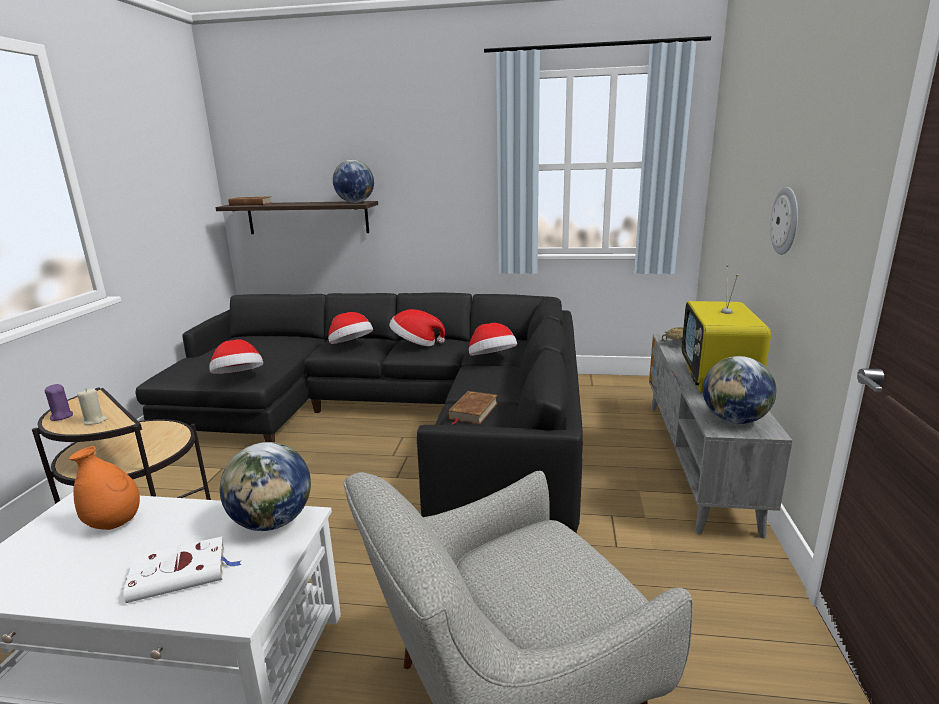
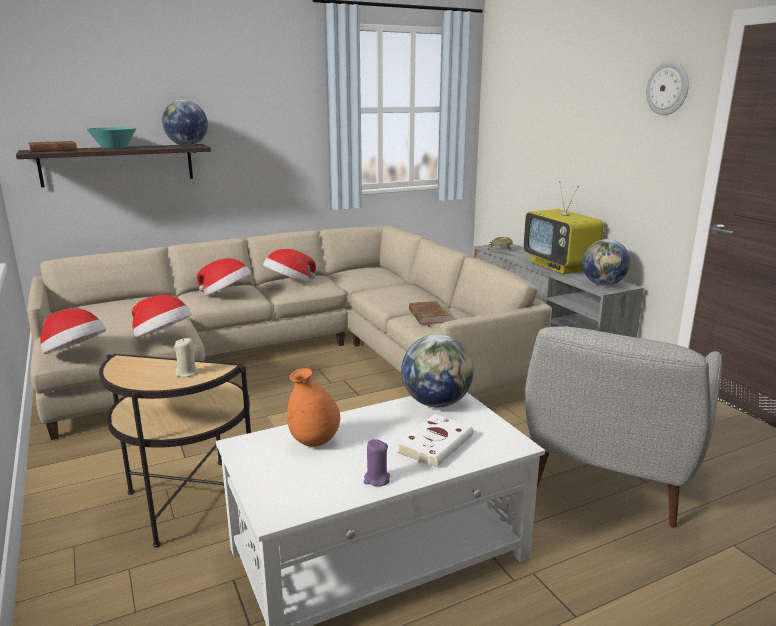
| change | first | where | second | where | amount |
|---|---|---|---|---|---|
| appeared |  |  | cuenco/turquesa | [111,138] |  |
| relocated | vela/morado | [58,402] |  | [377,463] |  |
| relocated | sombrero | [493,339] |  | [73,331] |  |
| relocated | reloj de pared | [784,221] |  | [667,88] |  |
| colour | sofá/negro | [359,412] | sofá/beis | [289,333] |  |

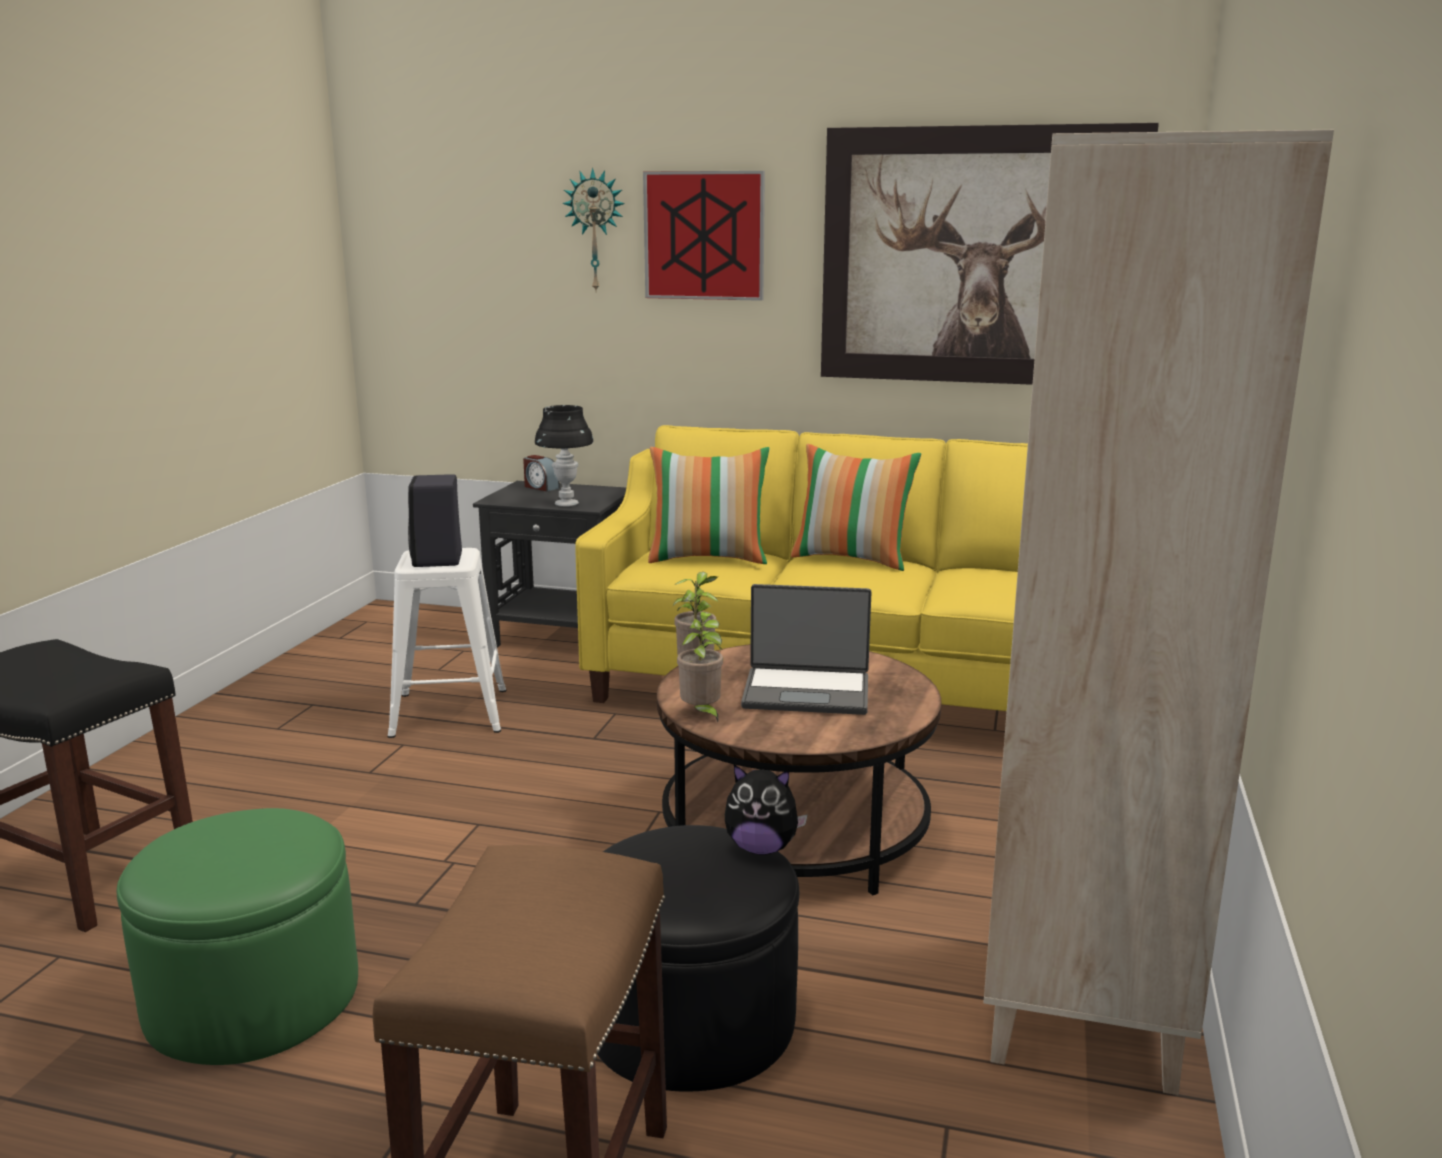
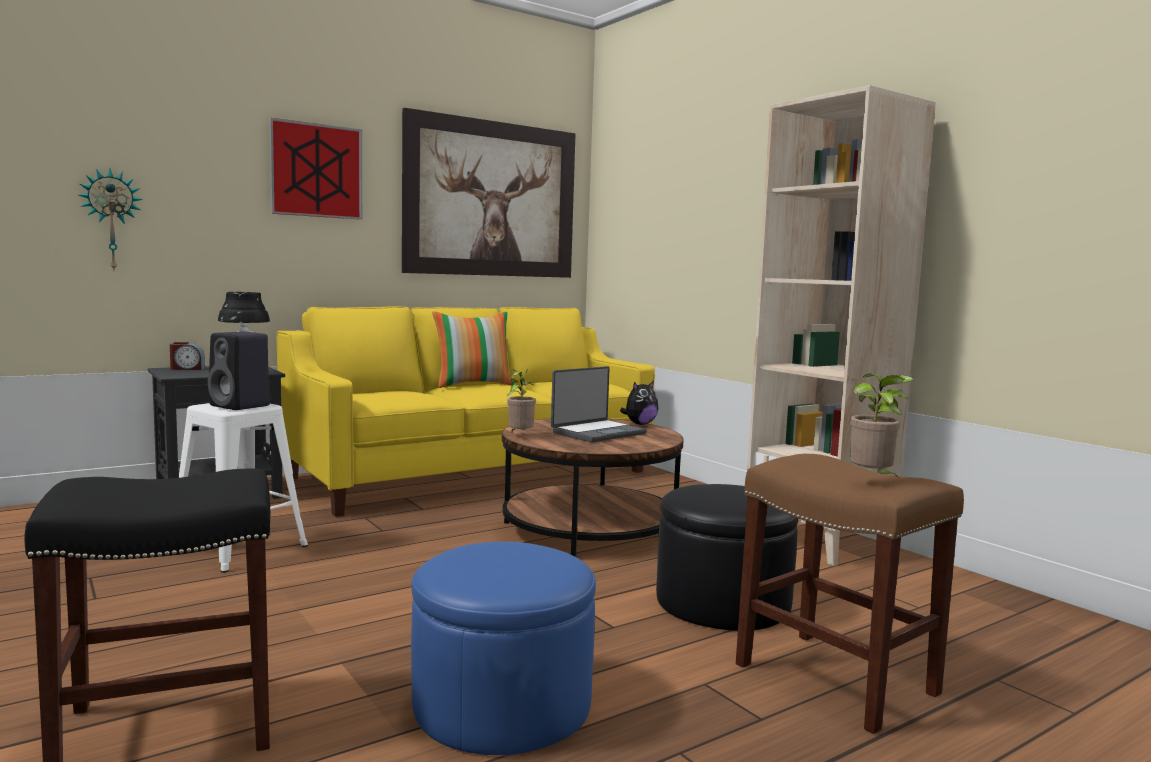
| change | first | where | second | where | amount |
|---|---|---|---|---|---|
| missing | cojín | [708,505] |  |  |  |
| relocated | reloj de pared | [593,229] |  | [111,219] |  |
| relocated | planta en maceta | [700,667] |  | [882,425] |  |
| relocated | peluche | [766,809] |  | [639,403] |  |
| colour | puf/verde | [237,936] | puf/azul | [503,648] |  |

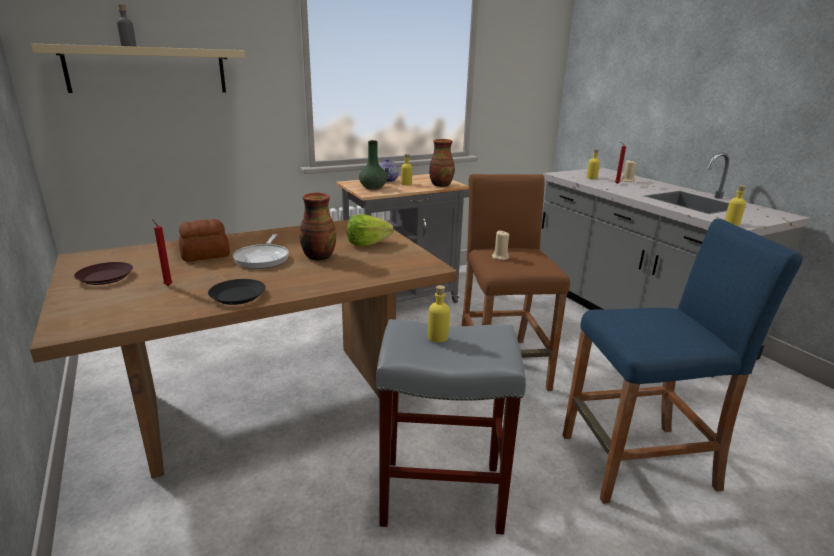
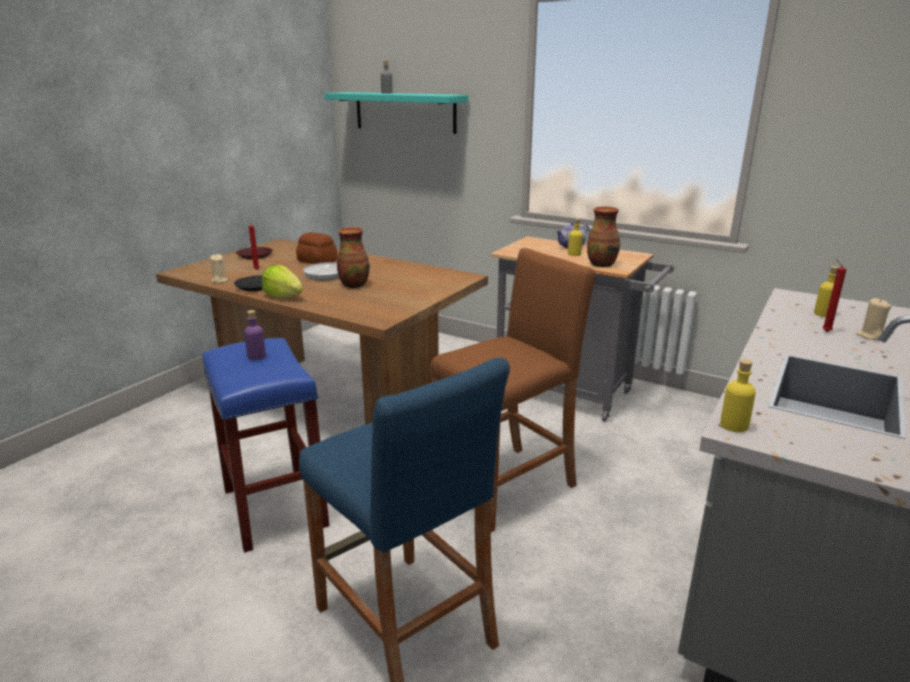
| change | first | where | second | where | amount |
|---|---|---|---|---|---|
| missing | florero/verde | [373,165] |  |  |  |
| relocated | lechuga | [370,230] |  | [282,281] |  |
| relocated | vela/beis | [500,245] |  | [219,268] |  |
| colour | estante/beis | [138,68] | estante/turquesa | [396,113] |  |
| colour | taburete/gris | [451,426] | taburete/azul | [266,445] |  |
| colour | botella/amarillo | [439,313] | botella/morado | [255,335] |  |

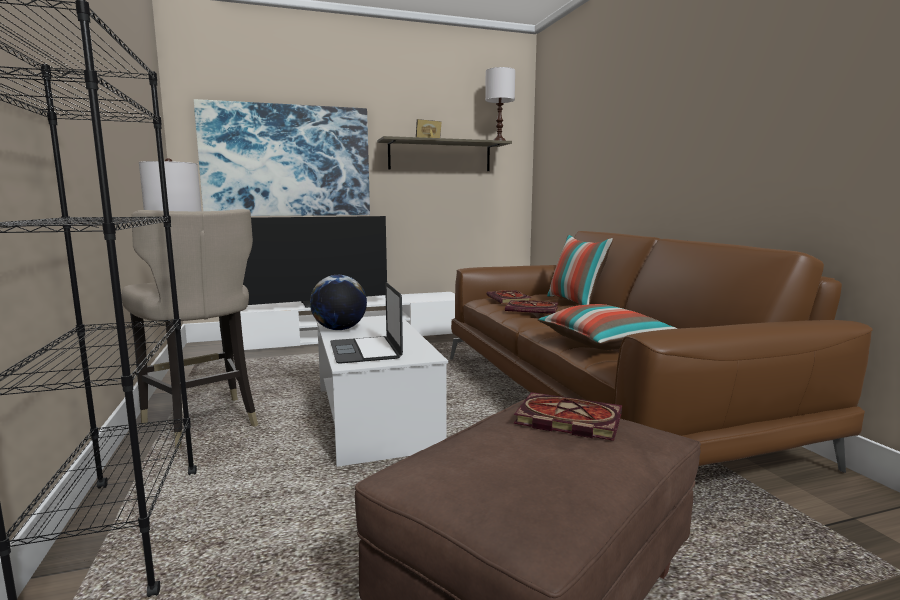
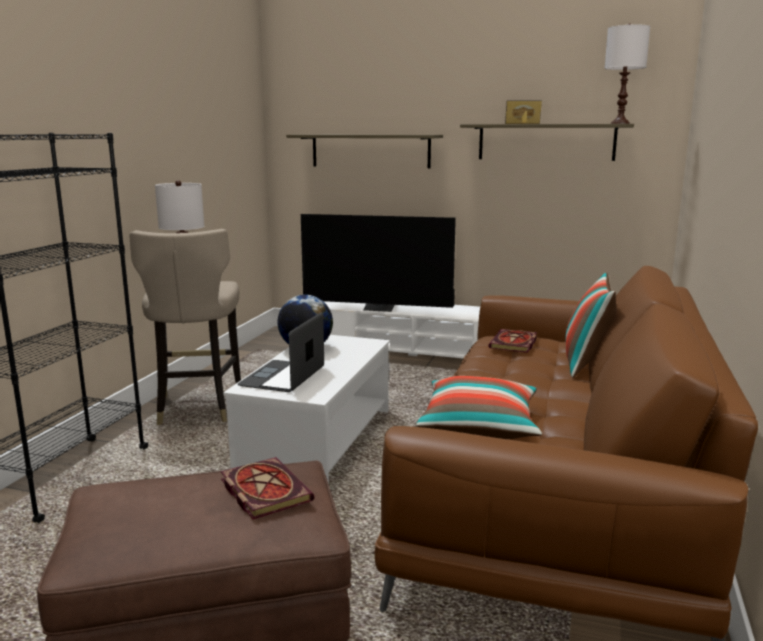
| change | first | where | second | where | amount |
|---|---|---|---|---|---|
| missing | libro | [531,307] |  |  |  |
| exchanged | cuadro | [282,157] | estante | [364,151] |  |

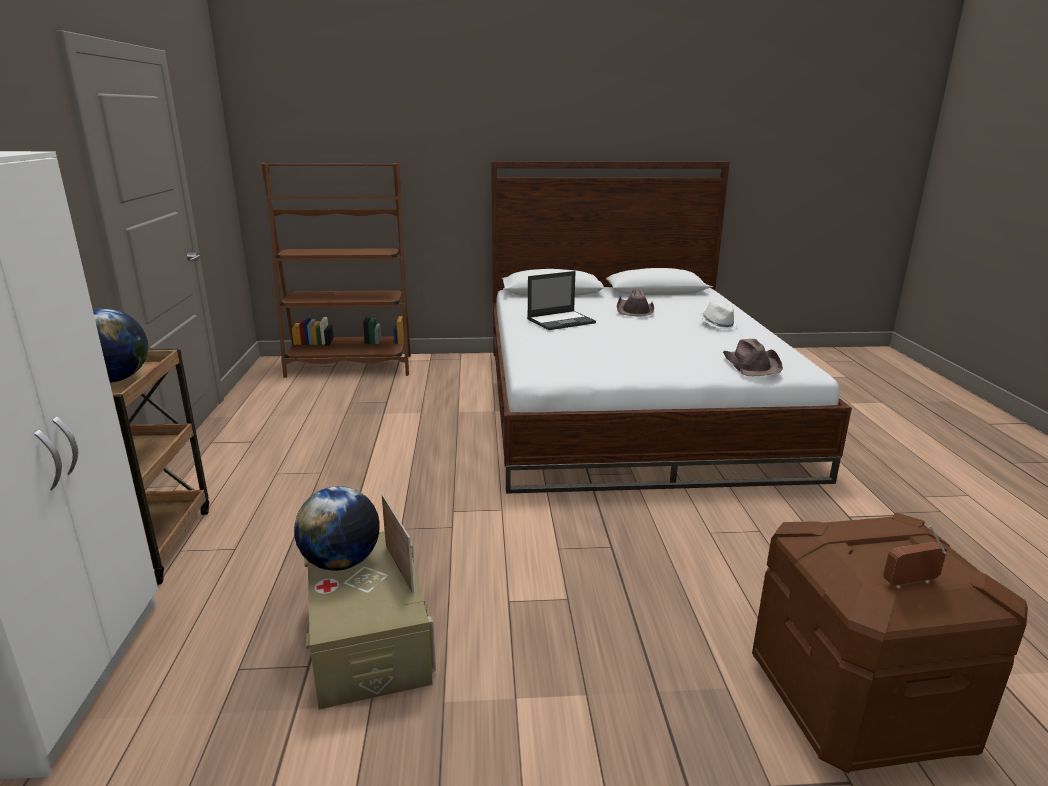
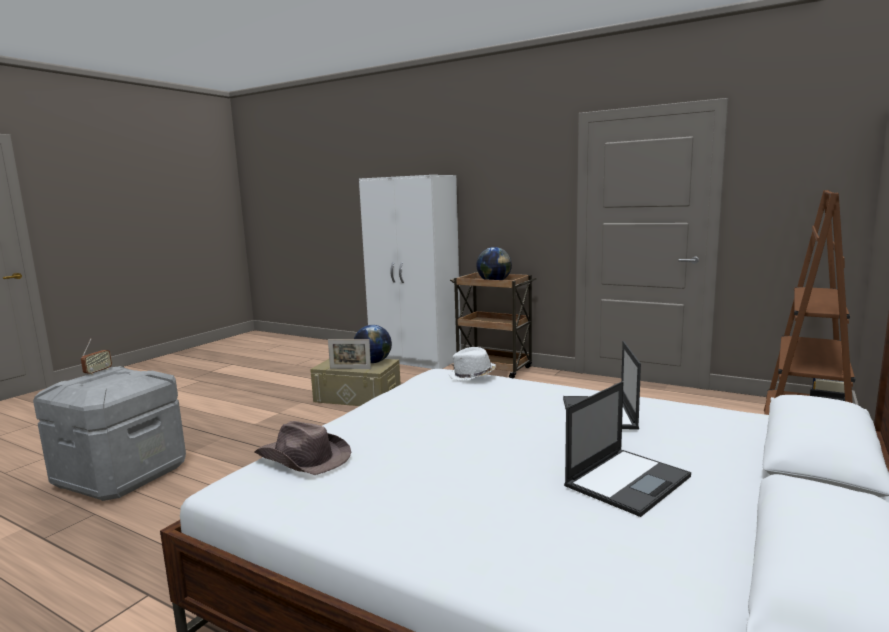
| change | first | where | second | where | amount |
|---|---|---|---|---|---|
| relocated | sombrero/blanco | [719,315] |  | [472,364] |  |
| exchanged | sombrero/marrón | [635,303] | portátil | [627,449] |  |
| colour | caja de almacenaje/marrón | [890,643] | caja de almacenaje/gris | [109,433] |  |

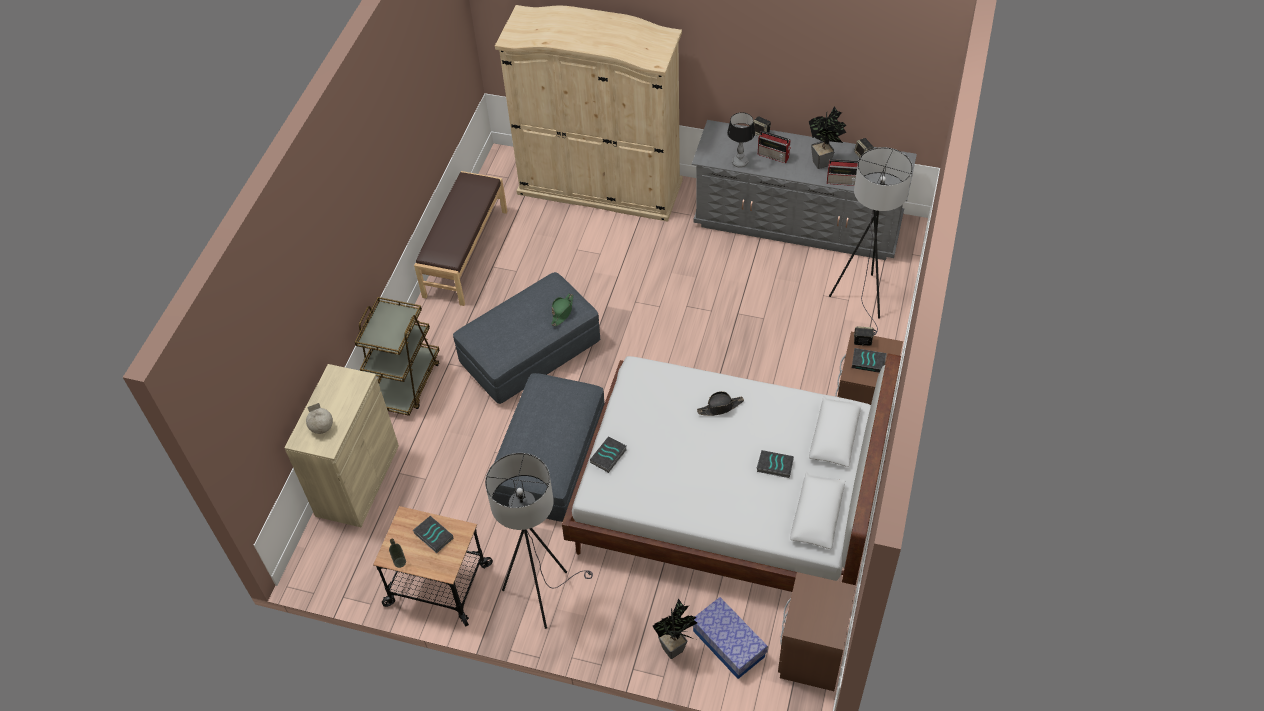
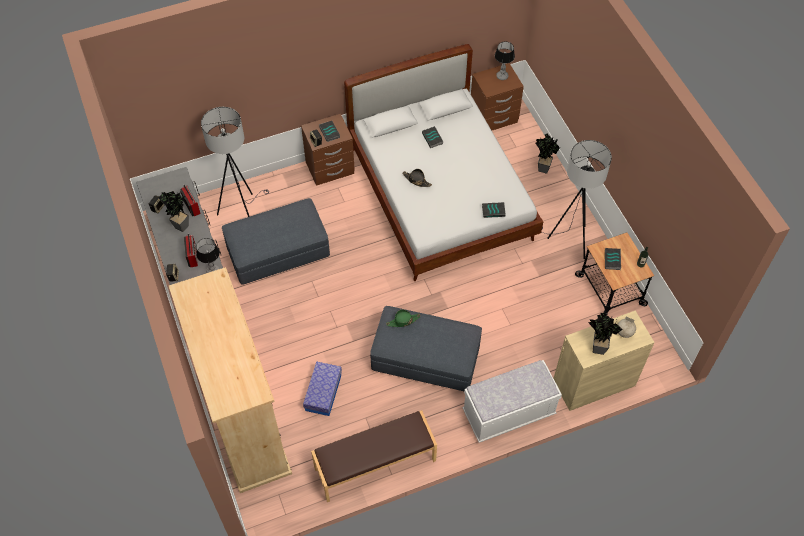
| change | first | where | second | where | amount |
|---|---|---|---|---|---|
| appeared |  |  | lámpara de mesa | [505,60] |  |
| appeared |  |  | planta en maceta | [605,334] |  |
| relocated | puf/gris | [548,447] |  | [276,241] |  |
| relocated | caja de almacenaje | [730,638] |  | [322,388] |  |
| exchanged | carrito/marrón | [397,356] | banco/blanco | [512,401] |  |

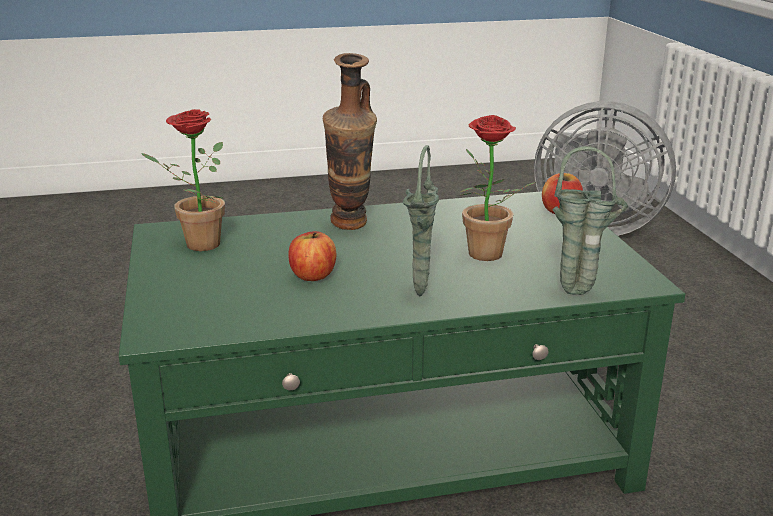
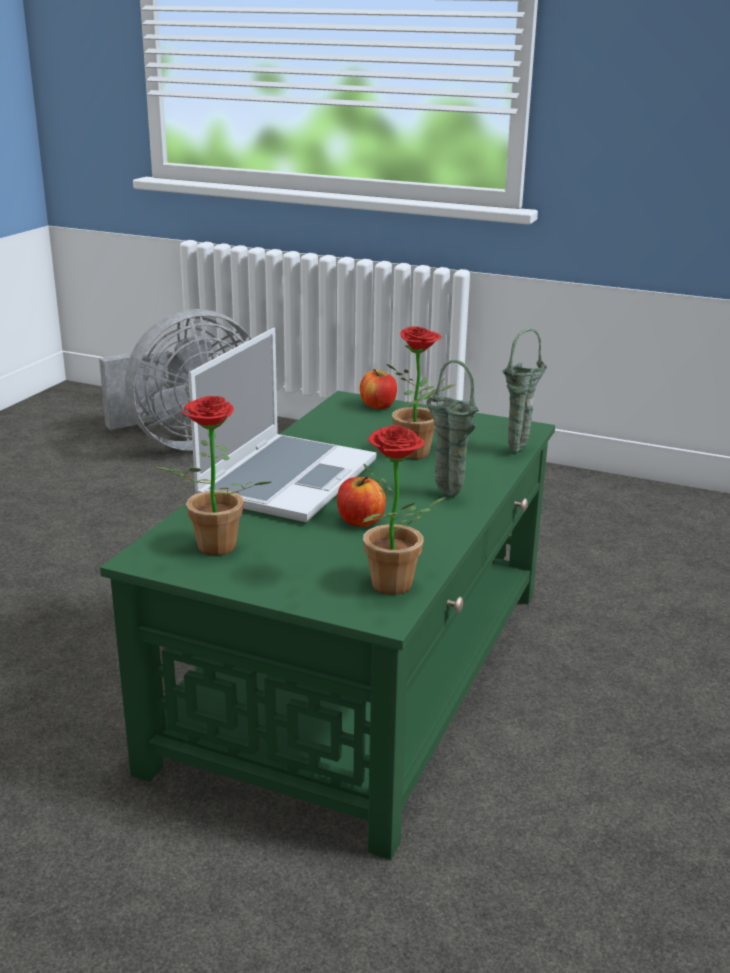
| change | first | where | second | where | amount |
|---|---|---|---|---|---|
| appeared |  |  | planta en maceta | [404,510] |  |
| exchanged | florero | [350,141] | portátil | [282,425] |  |

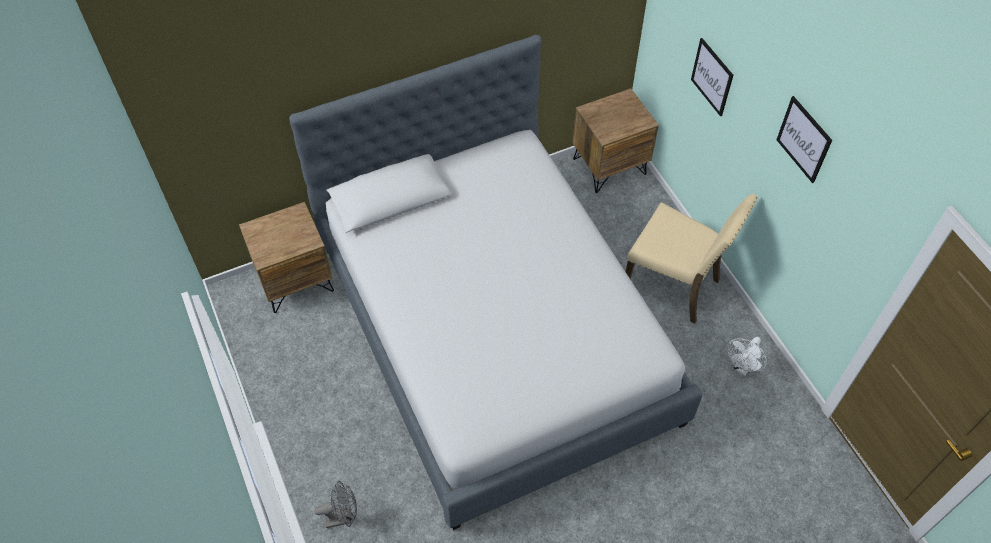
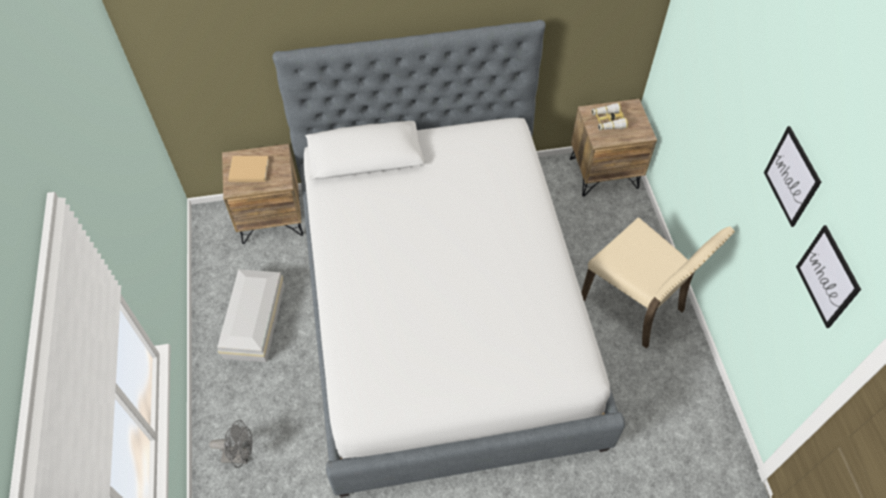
| change | first | where | second | where | amount |
|---|---|---|---|---|---|
| missing | ventilador/blanco | [747,356] |  |  |  |
| appeared |  |  | caja de almacenaje/blanco | [250,315] |  |
| appeared |  |  | libro/beis | [248,169] |  |
| appeared |  |  | prismáticos | [610,116] |  |
| relocated | cuadro | [712,77] |  | [828,276] |  |

